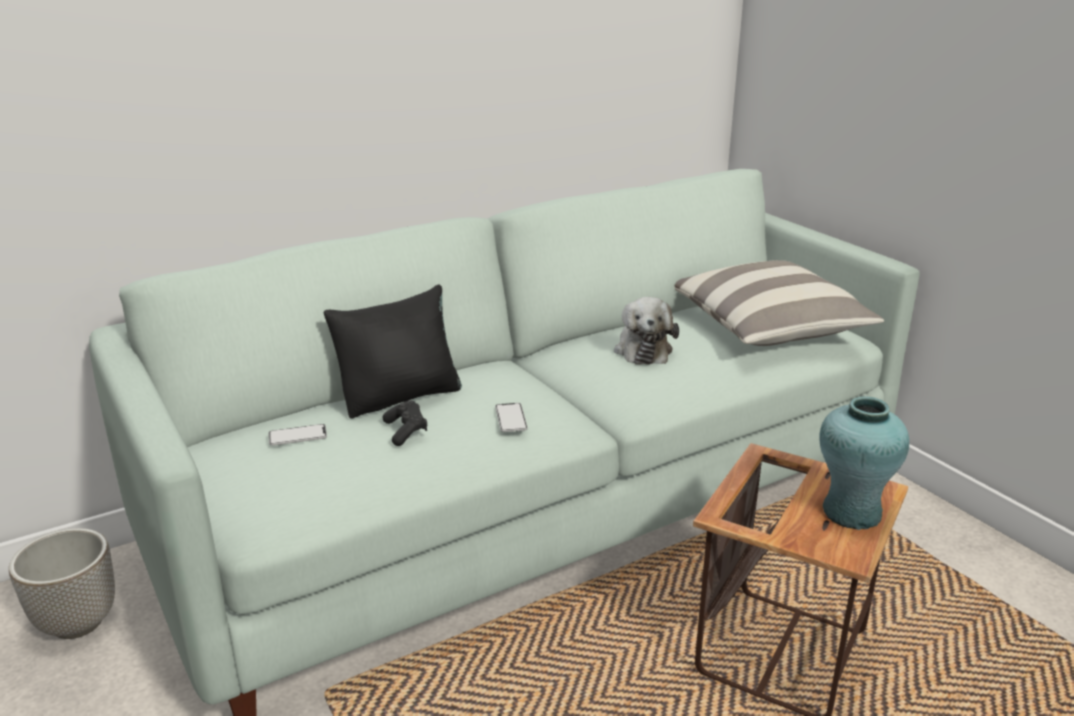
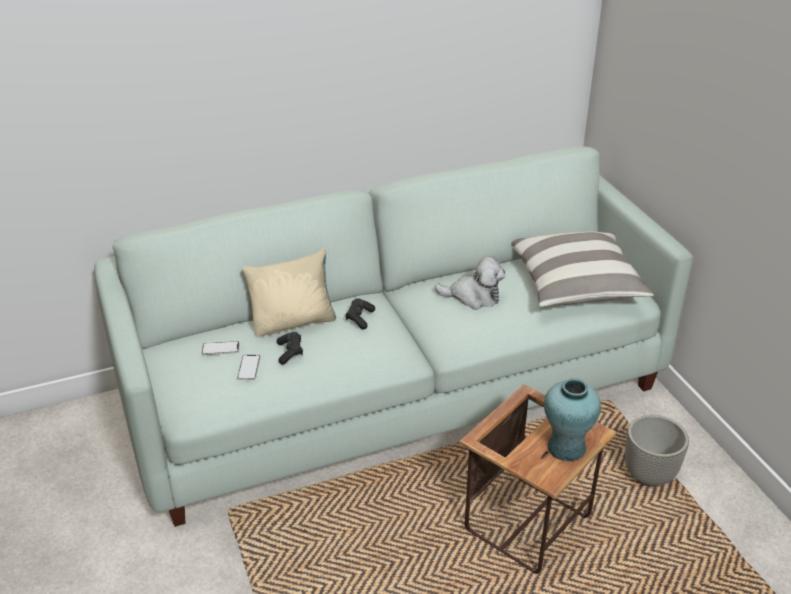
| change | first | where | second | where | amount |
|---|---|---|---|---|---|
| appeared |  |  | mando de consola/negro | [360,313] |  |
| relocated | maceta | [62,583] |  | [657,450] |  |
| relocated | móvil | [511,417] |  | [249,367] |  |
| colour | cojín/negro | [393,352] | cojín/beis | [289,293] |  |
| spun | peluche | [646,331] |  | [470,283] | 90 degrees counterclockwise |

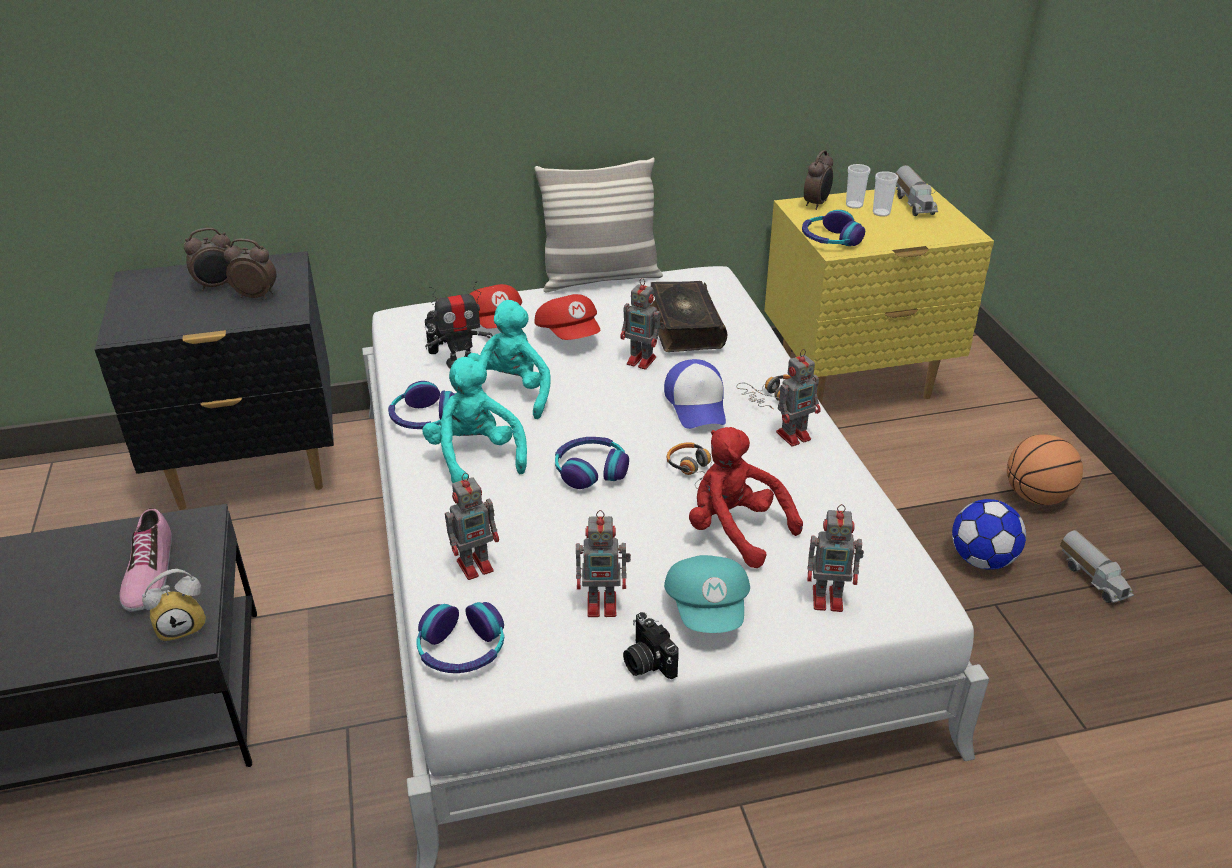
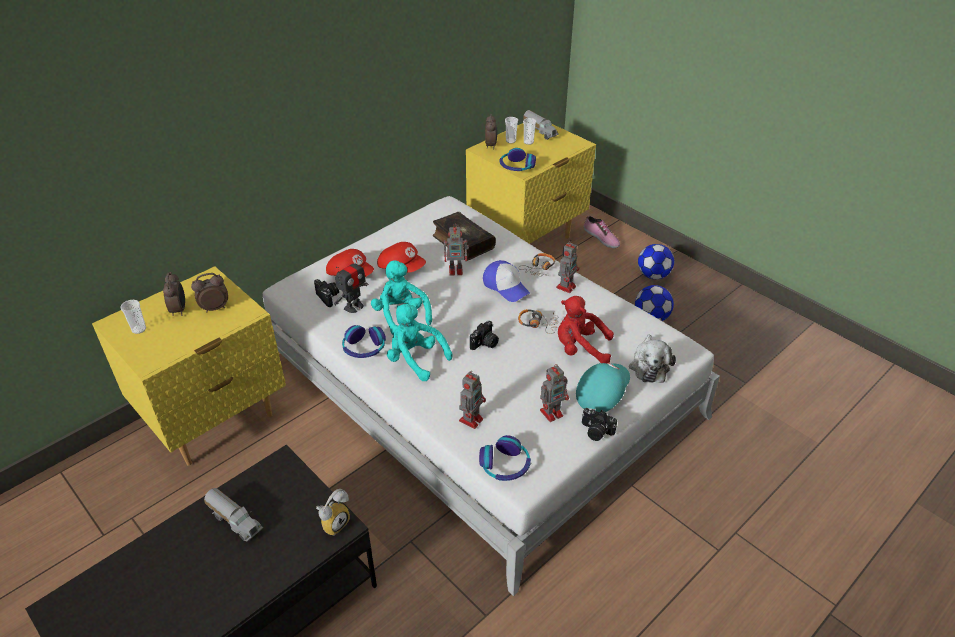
| change | first | where | second | where | amount |
|---|---|---|---|---|---|
| missing | cojín | [599,225] |  |  |  |
| appeared |  |  | taza | [133,317] |  |
| relocated | zapato | [145,560] |  | [602,232] |  |
| relocated | camión de juguete | [1097,566] |  | [233,515] |  |
| exchanged | auriculares | [592,463] | cámara | [484,335] |  |
| exchanged | robot de juguete | [835,558] | peluche | [652,358] |  |
| exchanged | balón de baloncesto | [1045,469] | balón de fútbol | [656,261] |  |
| colour | mesita de noche/negro | [214,380] | mesita de noche/amarillo | [189,366] |  |
| spun | despertador | [207,259] |  | [174,294] | 45 degrees counterclockwise |
| spun | gorra/turquesa | [707,594] |  | [603,387] | 105 degrees counterclockwise |

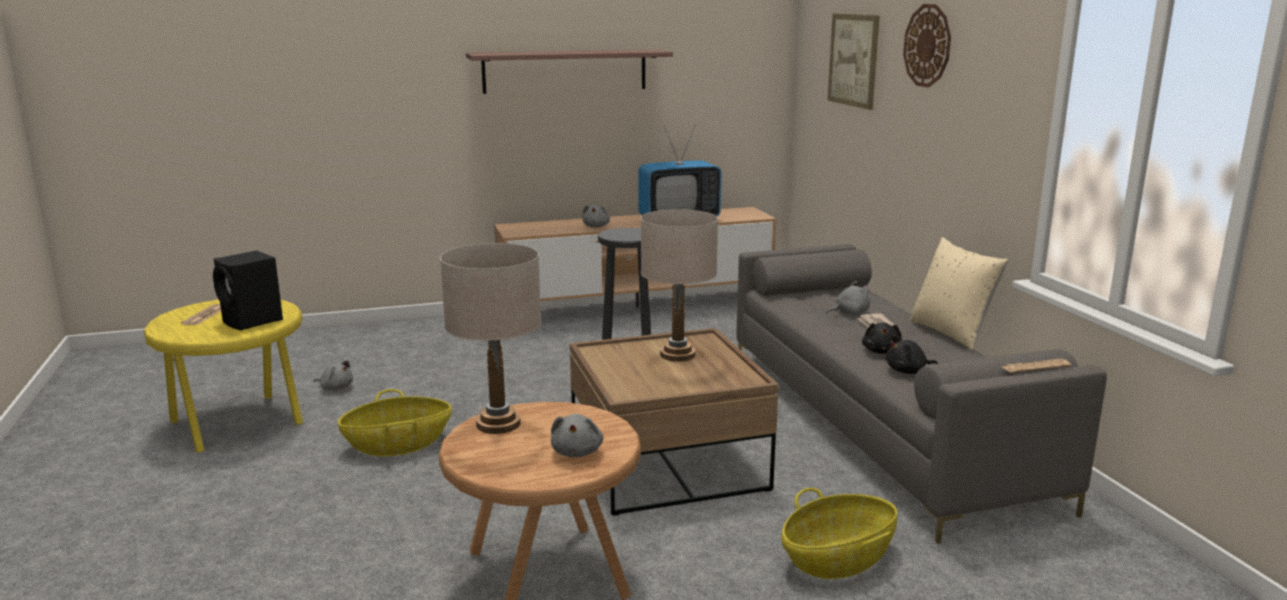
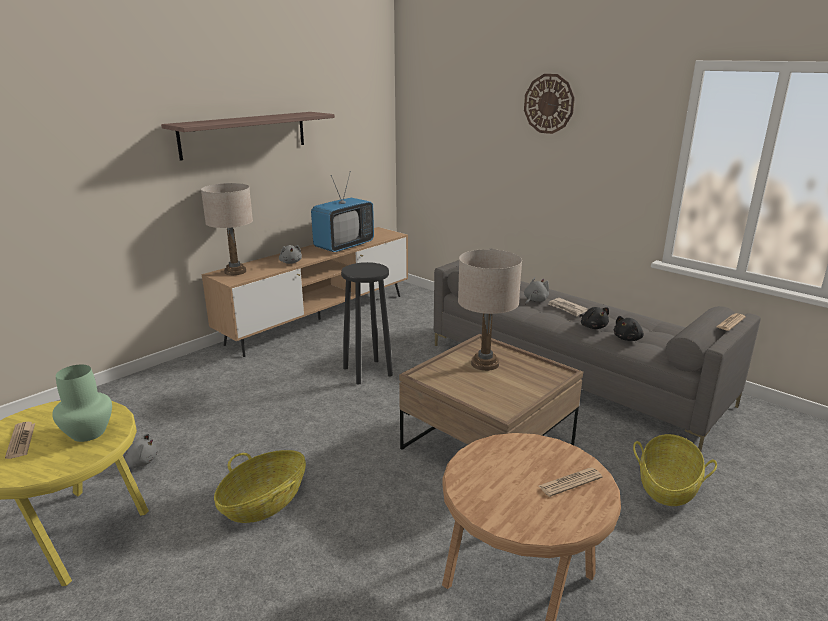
| change | first | where | second | where | amount |
|---|---|---|---|---|---|
| missing | cuadro | [853,62] |  |  |  |
| missing | cojín/beis | [959,293] |  |  |  |
| relocated | lámpara de mesa/beis | [490,338] |  | [227,229] |  |
| exchanged | altavoz/negro | [248,290] | florero/verde | [82,403] |  |
| exchanged | peluche/gris | [577,435] | periódico | [570,482] |  |

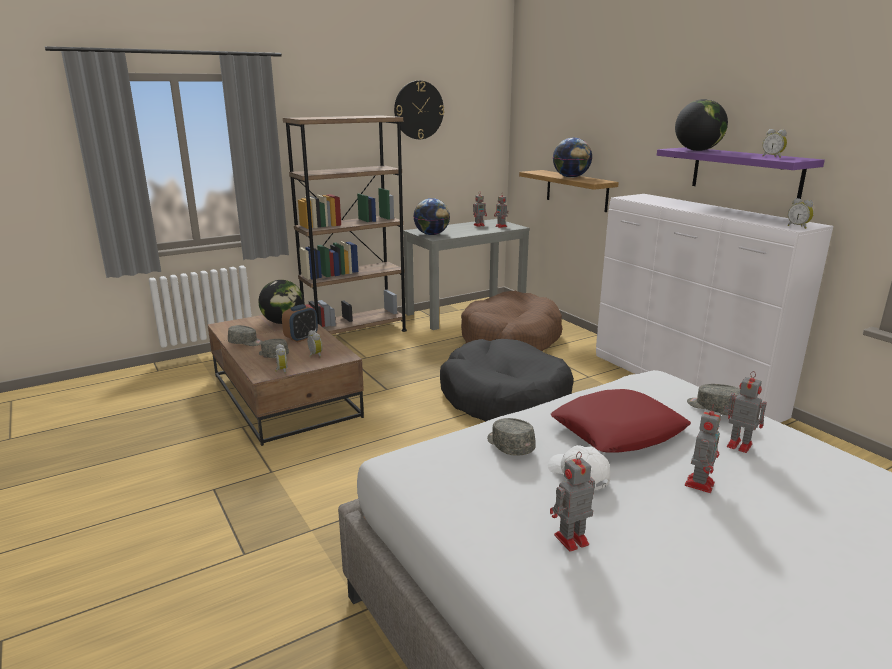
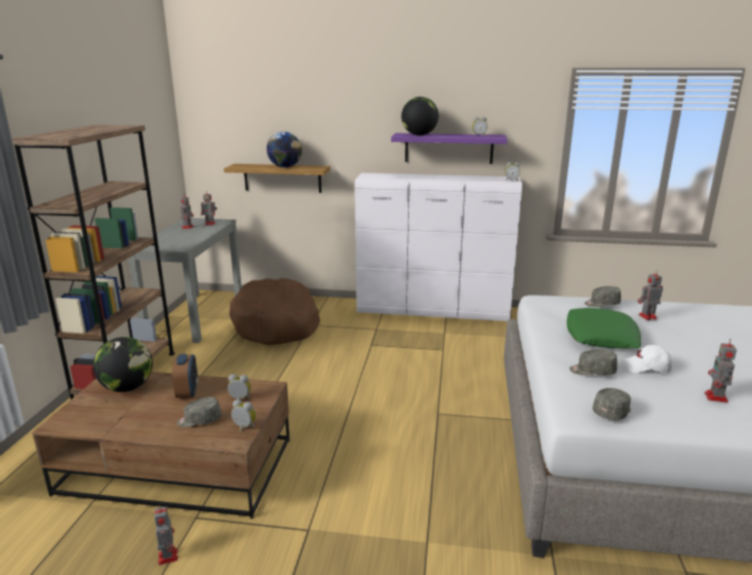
| change | first | where | second | where | amount |
|---|---|---|---|---|---|
| missing | reloj de pared | [419,110] |  |  |  |
| missing | globo terráqueo | [431,216] |  |  |  |
| missing | cama para perro/negro | [507,380] |  |  |  |
| relocated | gorra/gris | [245,335] |  | [612,404] |  |
| relocated | robot de juguete | [703,448] |  | [166,534] |  |
| colour | cojín/rojo | [621,421] | cojín/verde | [604,328] |  |

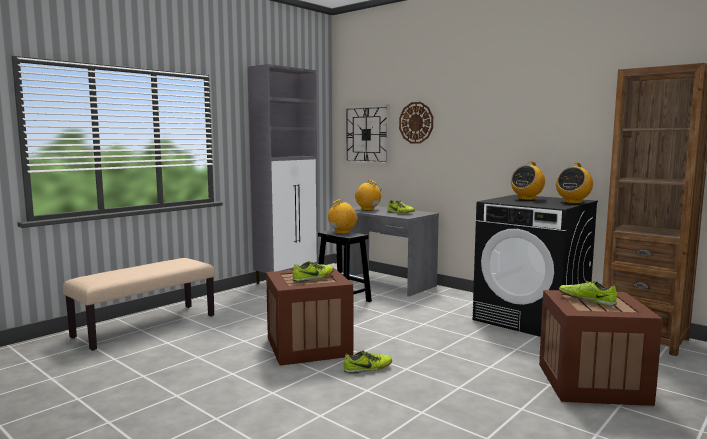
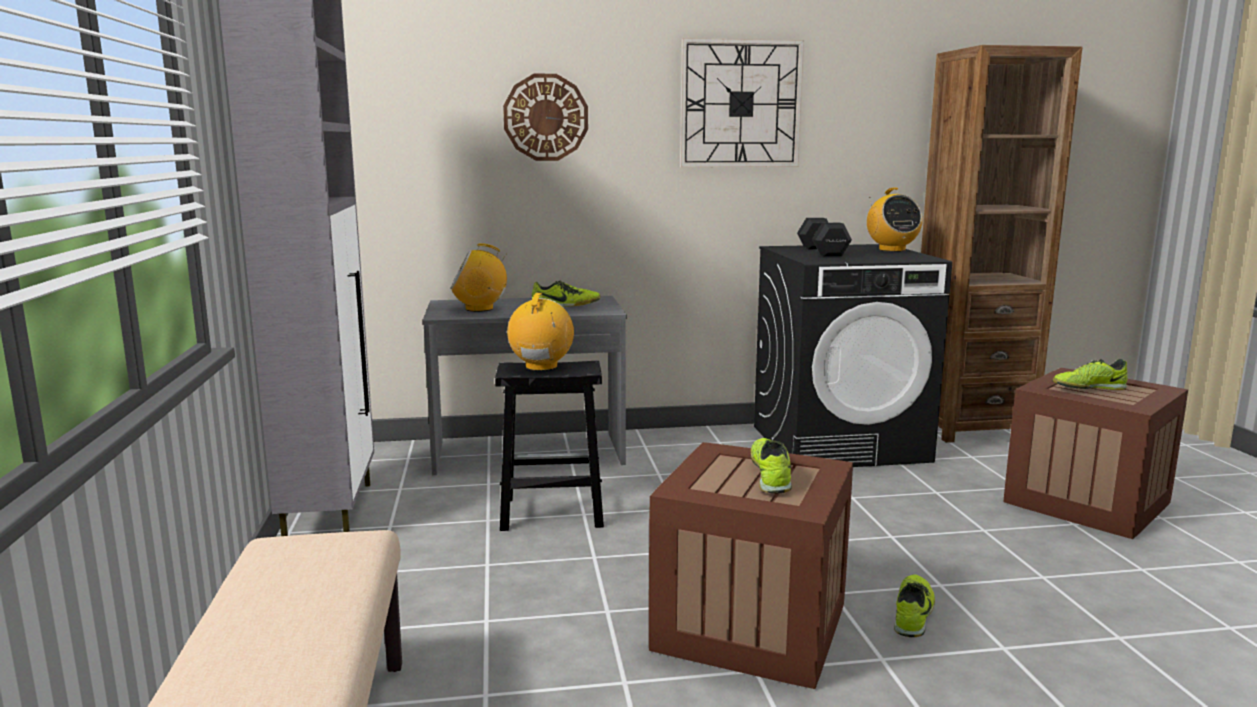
| change | first | where | second | where | amount |
|---|---|---|---|---|---|
| relocated | reloj de pared | [367,134] |  | [742,102] |  |
| exchanged | radio | [528,180] | mancuerna/negro | [824,237] |  |

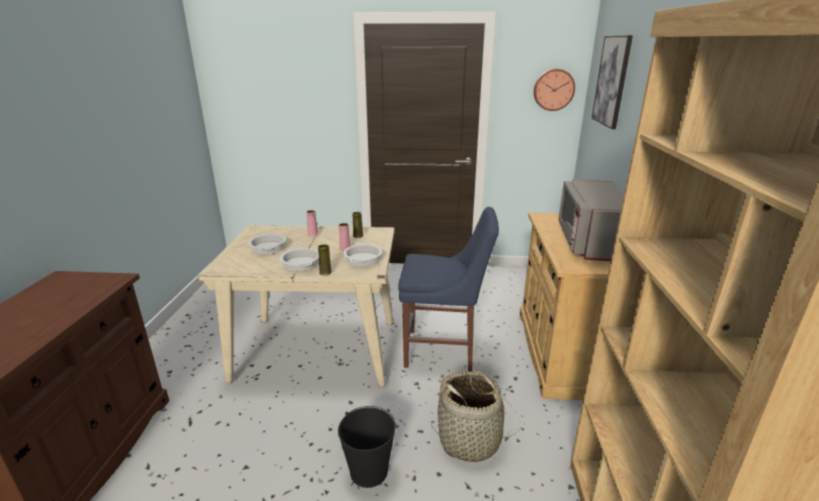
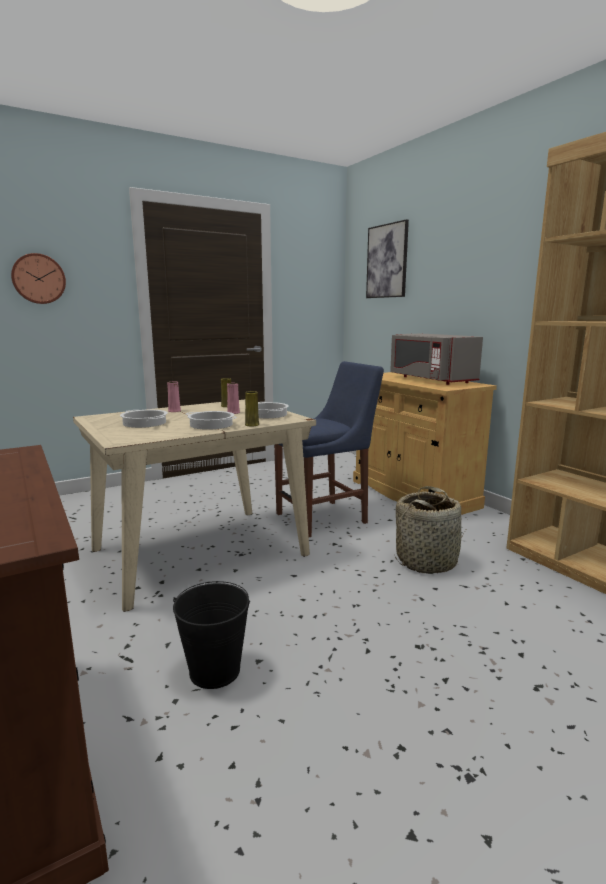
| change | first | where | second | where | amount |
|---|---|---|---|---|---|
| relocated | cubo/negro | [367,447] |  | [211,635] |  |
| relocated | reloj de pared | [554,90] |  | [38,278] |  |

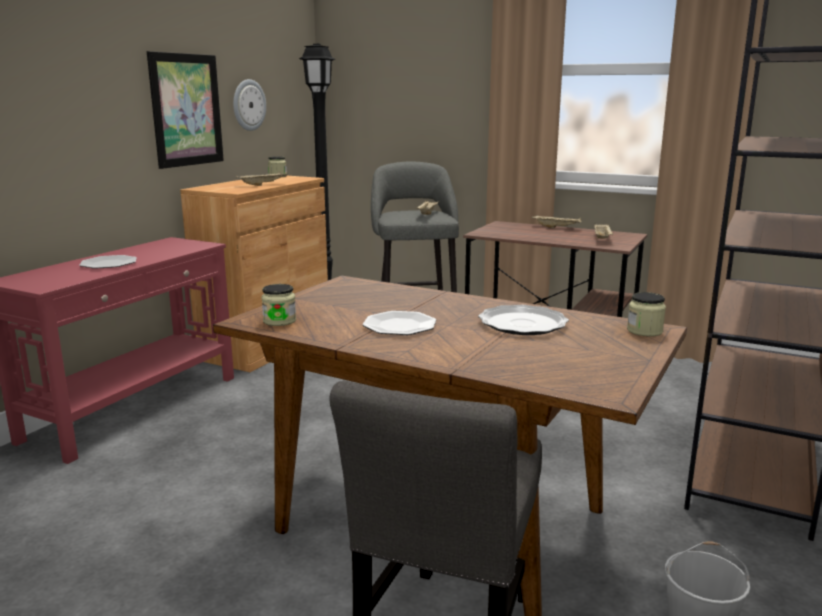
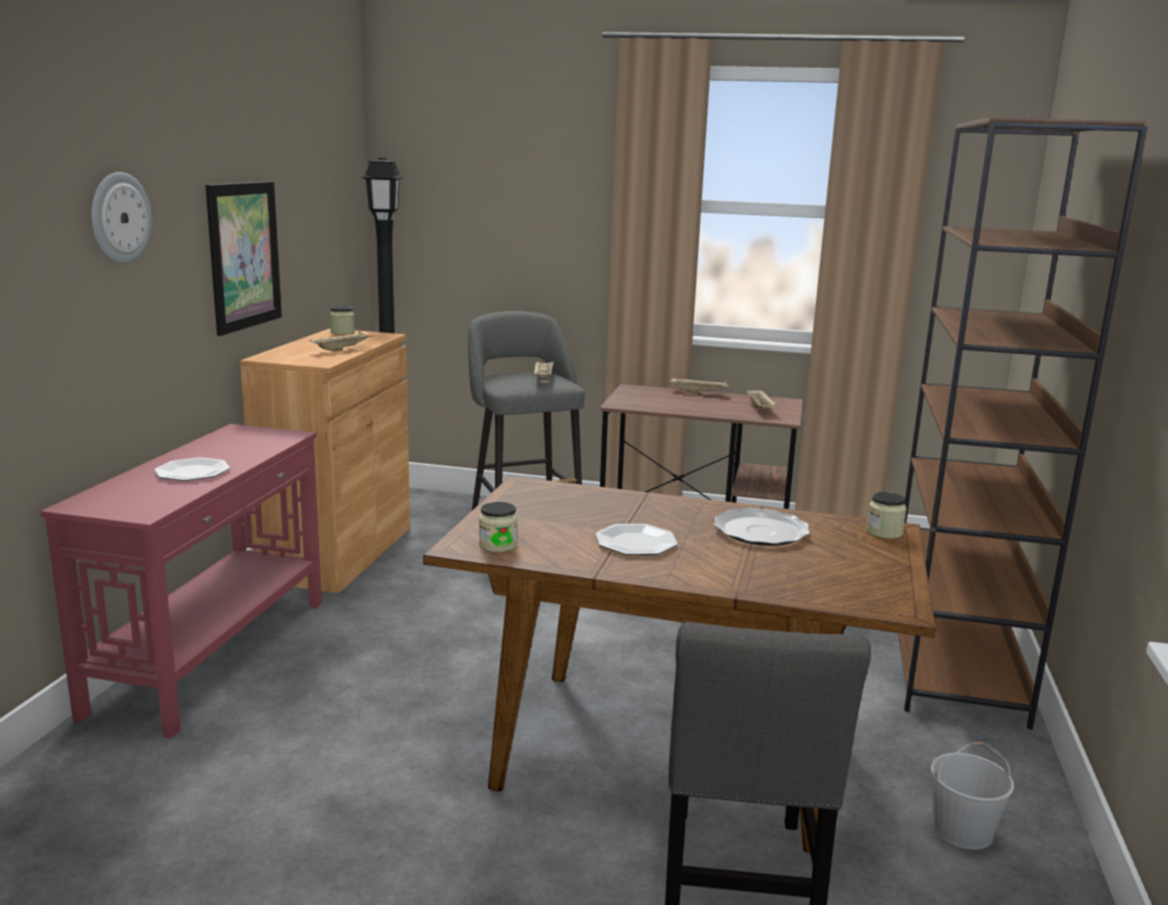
| change | first | where | second | where | amount |
|---|---|---|---|---|---|
| relocated | reloj de pared | [249,105] |  | [121,218] |  |

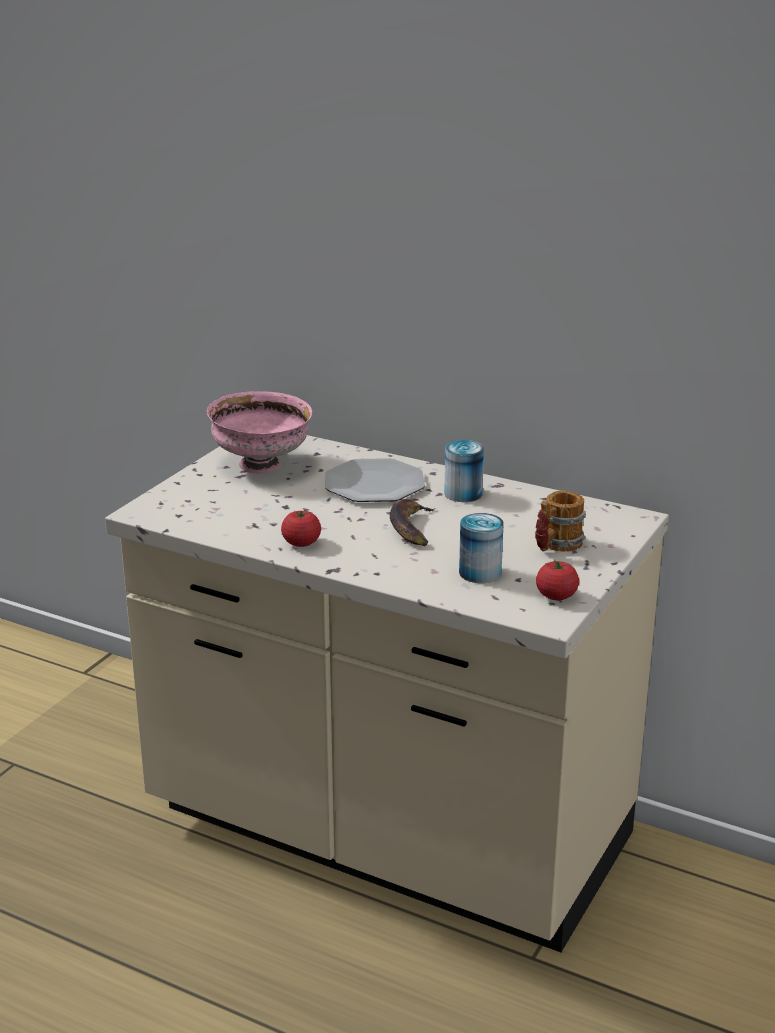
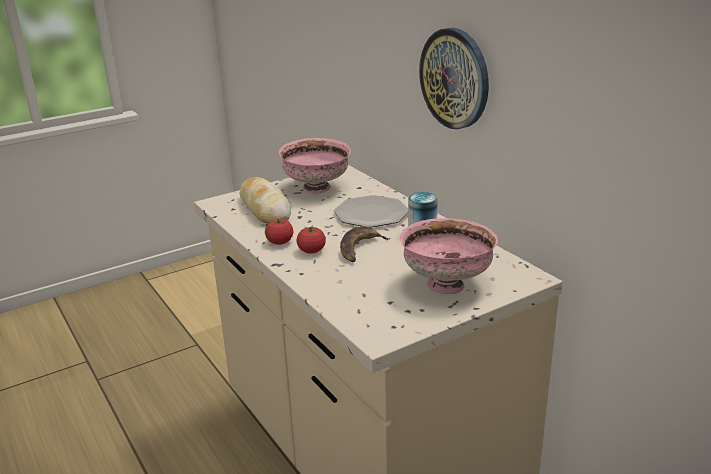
| change | first | where | second | where | amount |
|---|---|---|---|---|---|
| missing | lata | [481,548] |  |  |  |
| appeared |  |  | pan | [265,200] |  |
| appeared |  |  | reloj de pared | [454,78] |  |
| relocated | tomate | [557,579] |  | [311,240] |  |
| exchanged | taza grande | [560,521] | cuenco/rosa | [449,256] |  |

